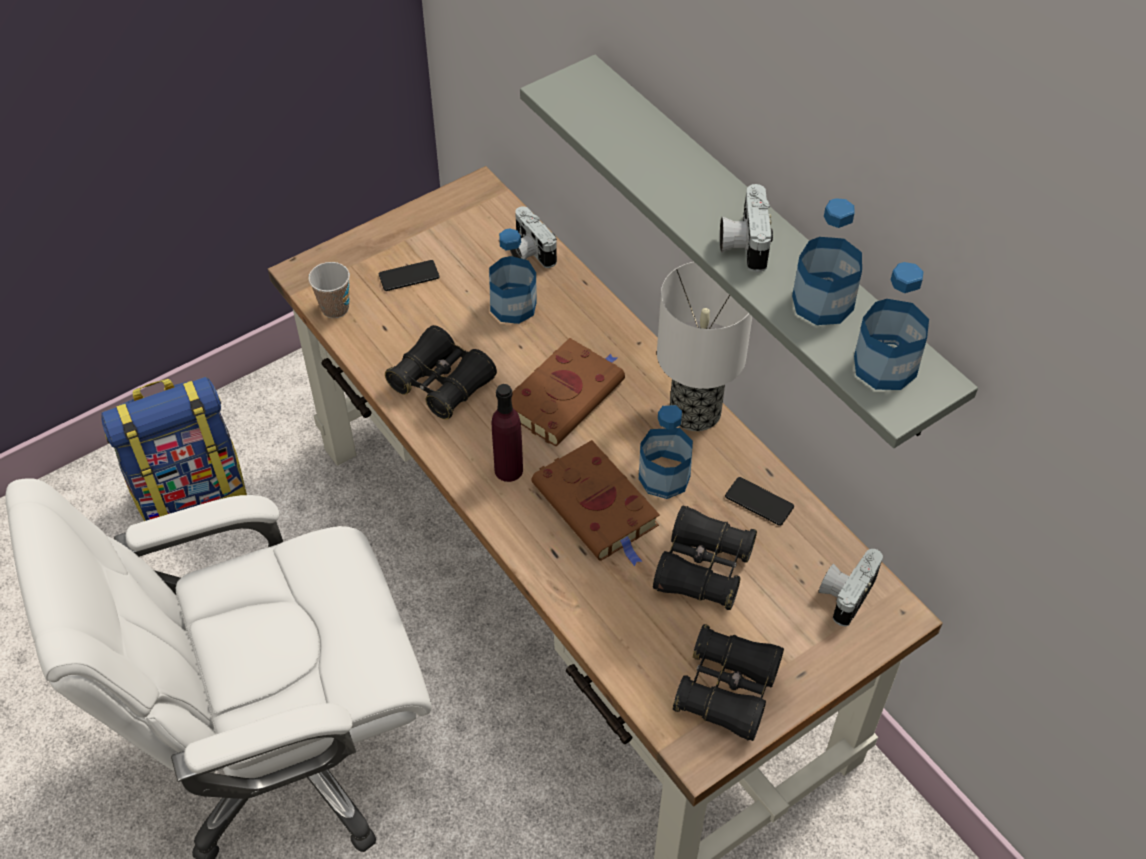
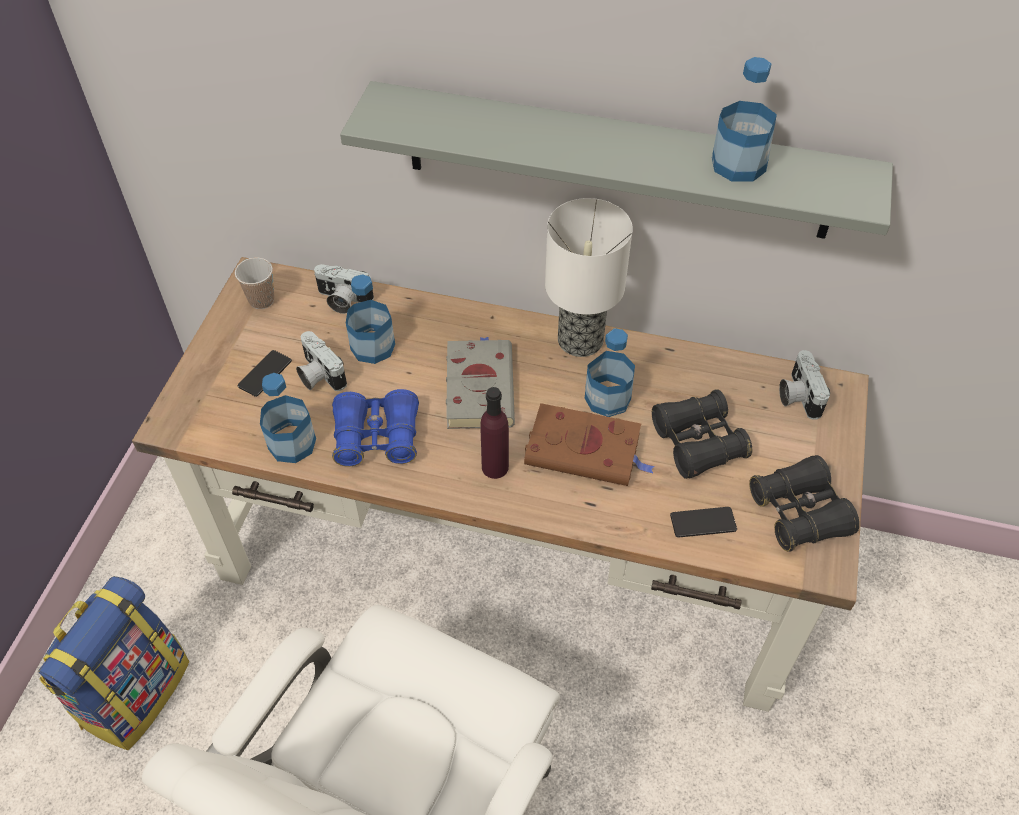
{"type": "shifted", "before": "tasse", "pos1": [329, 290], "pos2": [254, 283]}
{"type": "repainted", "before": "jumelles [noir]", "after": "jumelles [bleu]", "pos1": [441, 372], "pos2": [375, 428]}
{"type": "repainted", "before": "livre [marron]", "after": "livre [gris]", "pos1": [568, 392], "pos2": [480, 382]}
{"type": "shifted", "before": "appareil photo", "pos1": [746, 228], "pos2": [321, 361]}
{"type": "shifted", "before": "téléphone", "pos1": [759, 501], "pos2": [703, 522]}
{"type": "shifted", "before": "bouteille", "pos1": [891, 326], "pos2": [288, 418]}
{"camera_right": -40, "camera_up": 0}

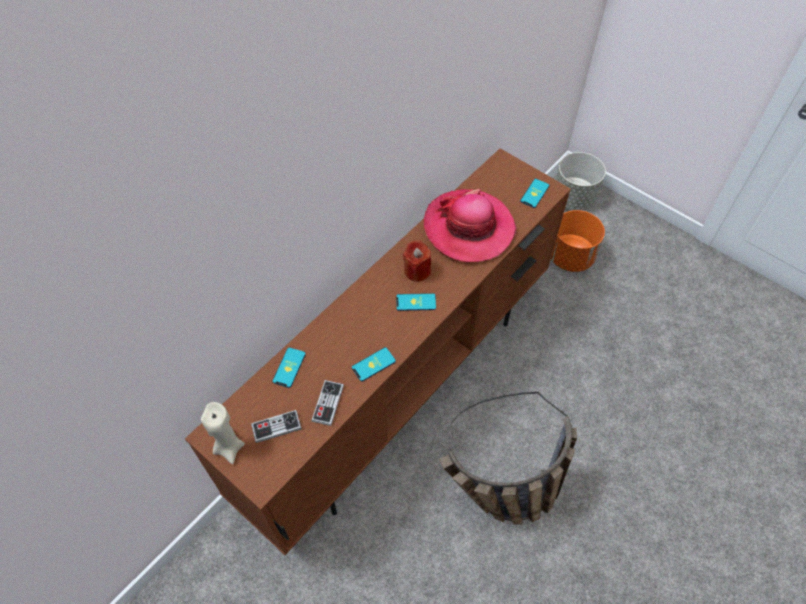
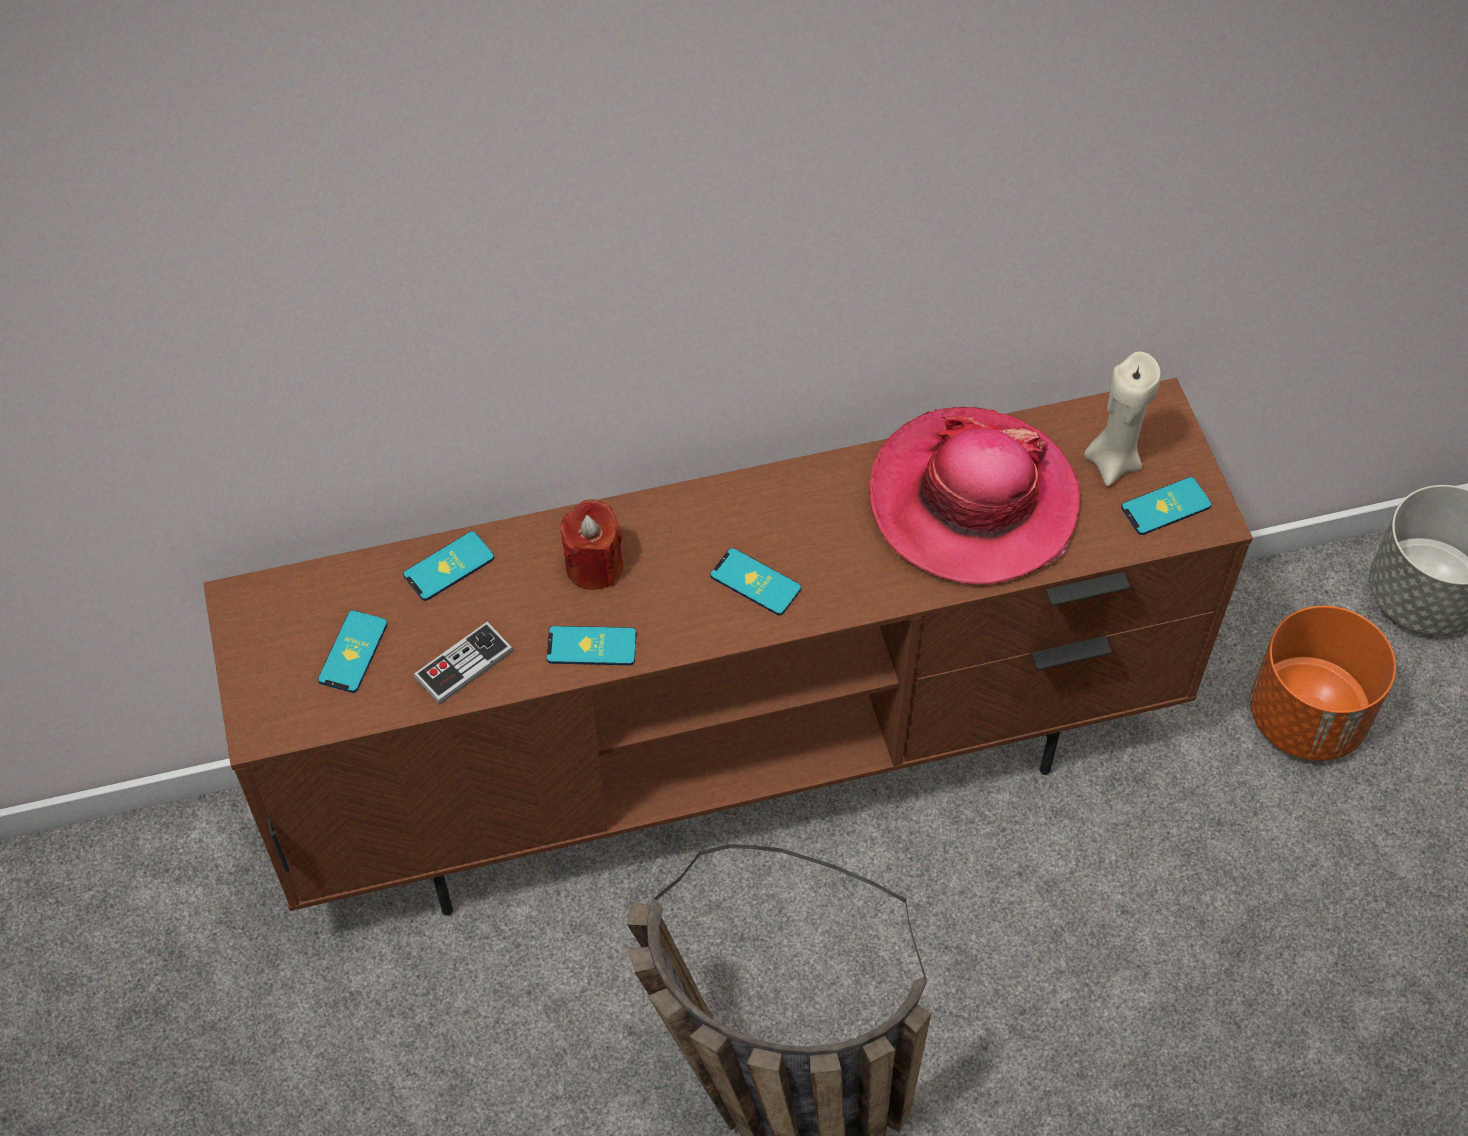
{"type": "shifted", "before": "bougie [beige]", "pos1": [223, 433], "pos2": [1122, 418]}
{"type": "swapped", "before": "manette", "after": "téléphone", "pos1": [276, 426], "pos2": [353, 651]}
{"type": "shifted", "before": "bougie [rouge]", "pos1": [417, 261], "pos2": [591, 544]}
{"camera_right": 35, "camera_up": 0}

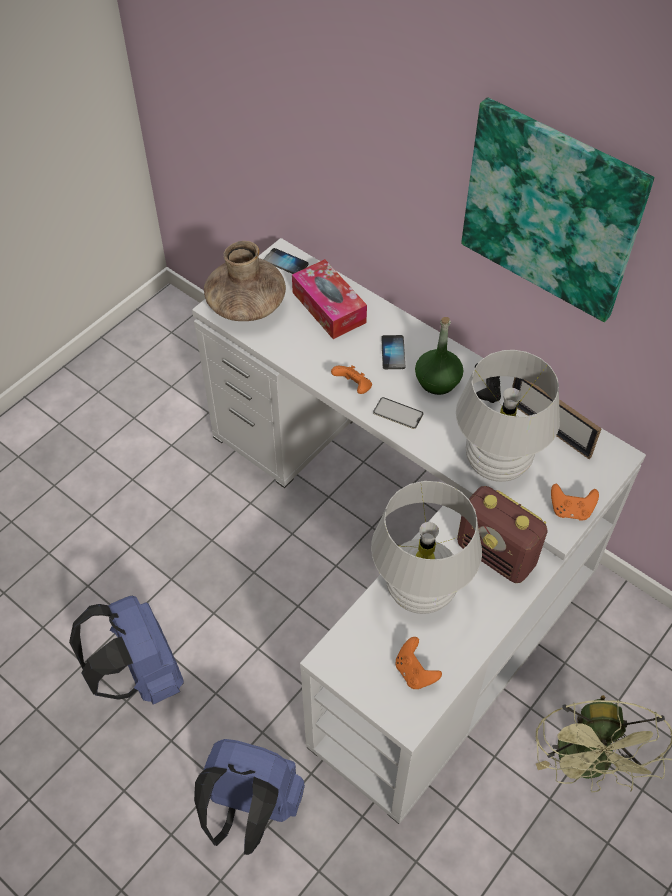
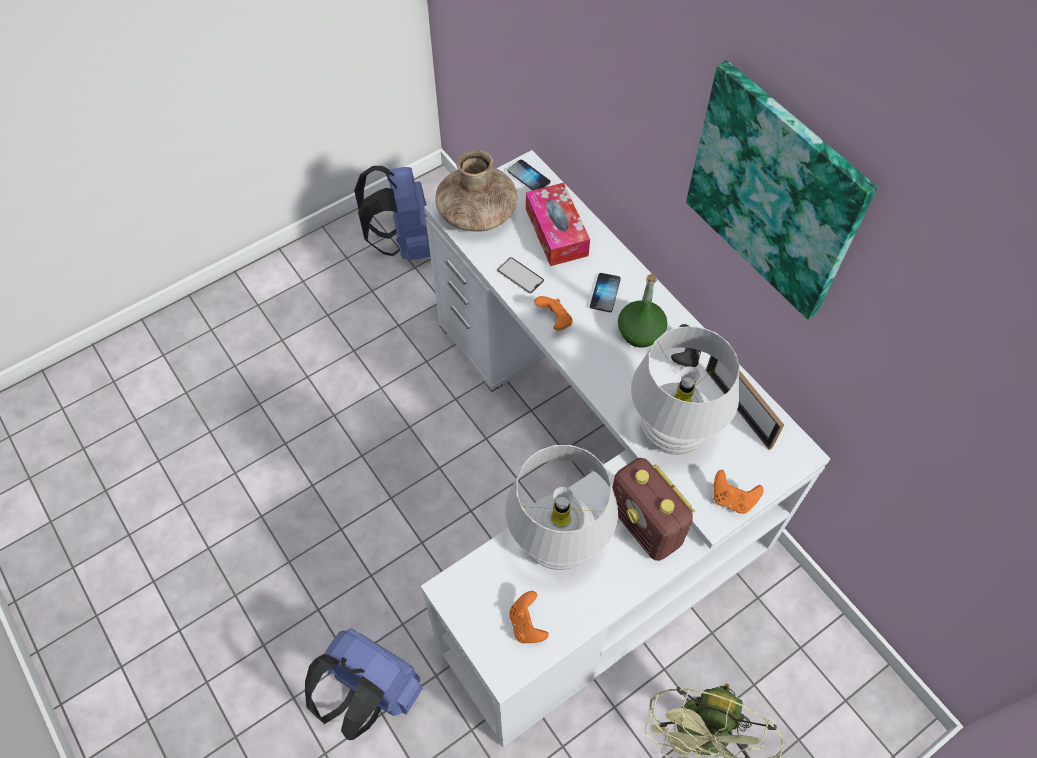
{"type": "shifted", "before": "sac à dos [bleu]", "pos1": [126, 650], "pos2": [392, 213]}
{"type": "shifted", "before": "téléphone", "pos1": [398, 413], "pos2": [520, 275]}
{"camera_right": 15, "camera_up": 5}

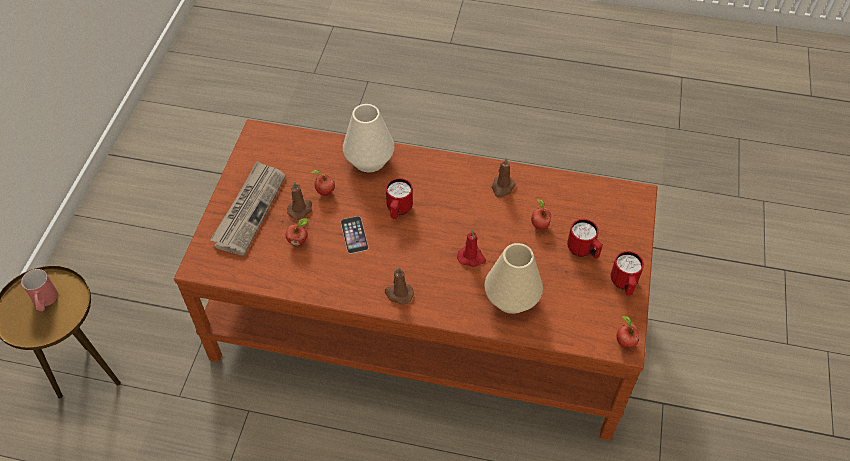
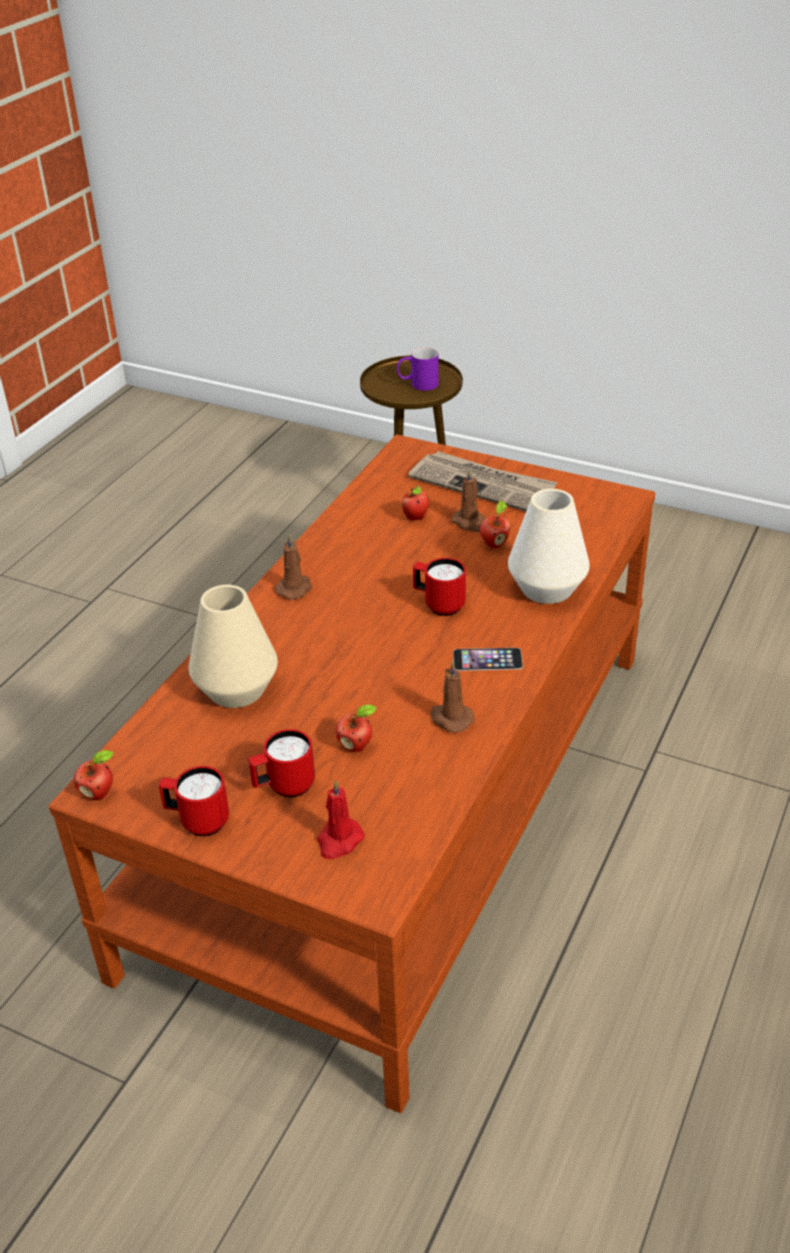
{"type": "repainted", "before": "mug [rouge]", "after": "mug [violet]", "pos1": [39, 290], "pos2": [418, 369]}
{"type": "shifted", "before": "téléphone", "pos1": [354, 235], "pos2": [488, 659]}
{"type": "shifted", "before": "bougie [rouge]", "pos1": [471, 248], "pos2": [340, 819]}
{"camera_right": 105, "camera_up": -15}

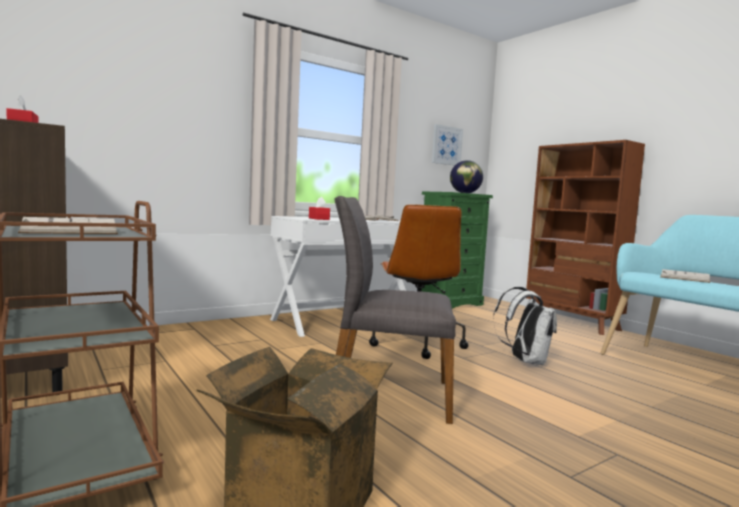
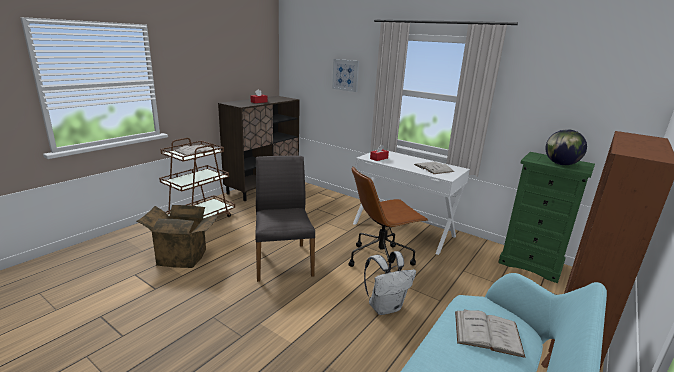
{"type": "shifted", "before": "tableau", "pos1": [447, 144], "pos2": [345, 75]}
{"camera_right": 70, "camera_up": 15}

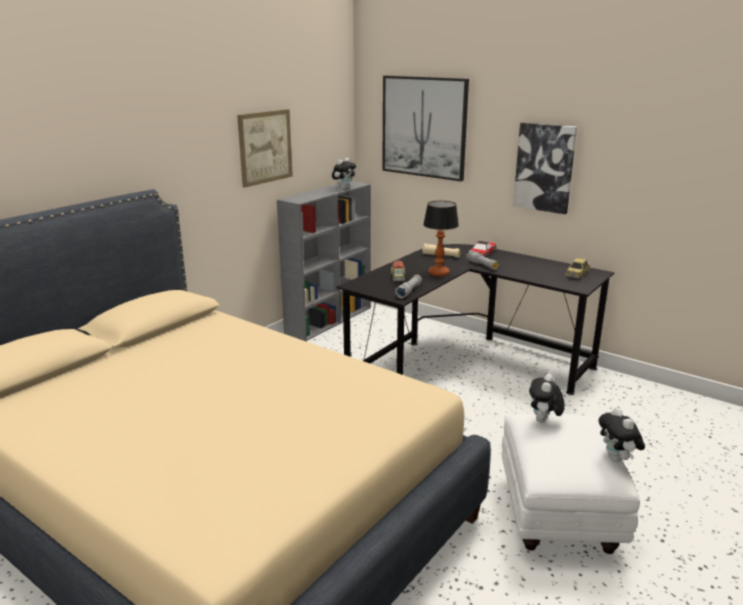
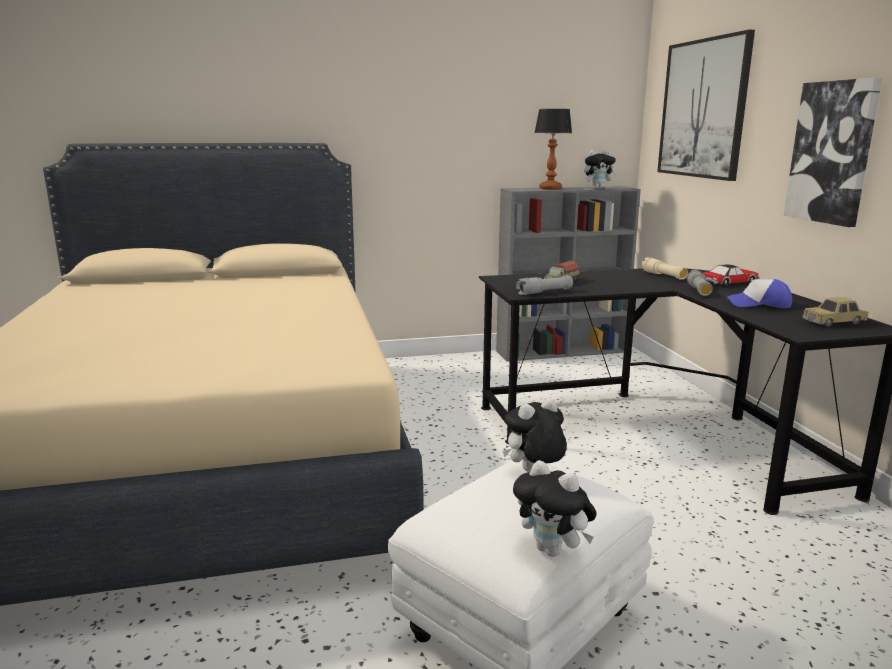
{"type": "gone", "before": "tableau", "pos1": [265, 148]}
{"type": "shifted", "before": "lampe de table", "pos1": [441, 239], "pos2": [553, 149]}
{"type": "rotated", "before": "peluche", "pos1": [621, 435], "pos2": [555, 508], "turn": -75}
{"type": "new", "after": "casquette", "pos2": [759, 293]}
{"camera_right": 40, "camera_up": -5}

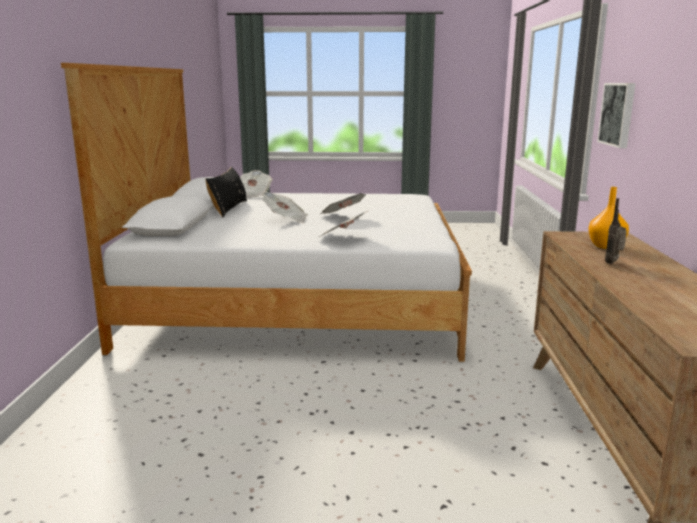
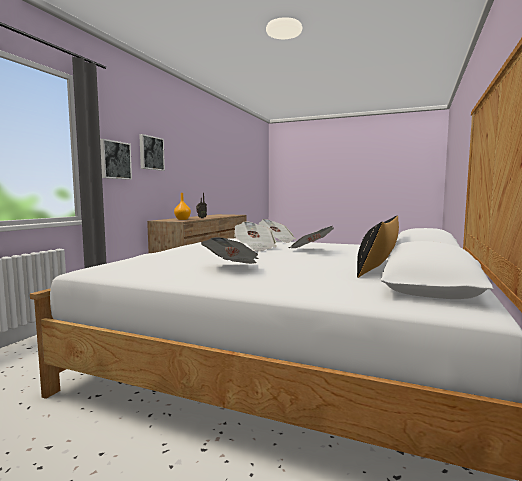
{"type": "shifted", "before": "journal", "pos1": [256, 184], "pos2": [230, 250]}
{"type": "new", "after": "tableau", "pos2": [152, 152]}
{"camera_right": -160, "camera_up": -10}

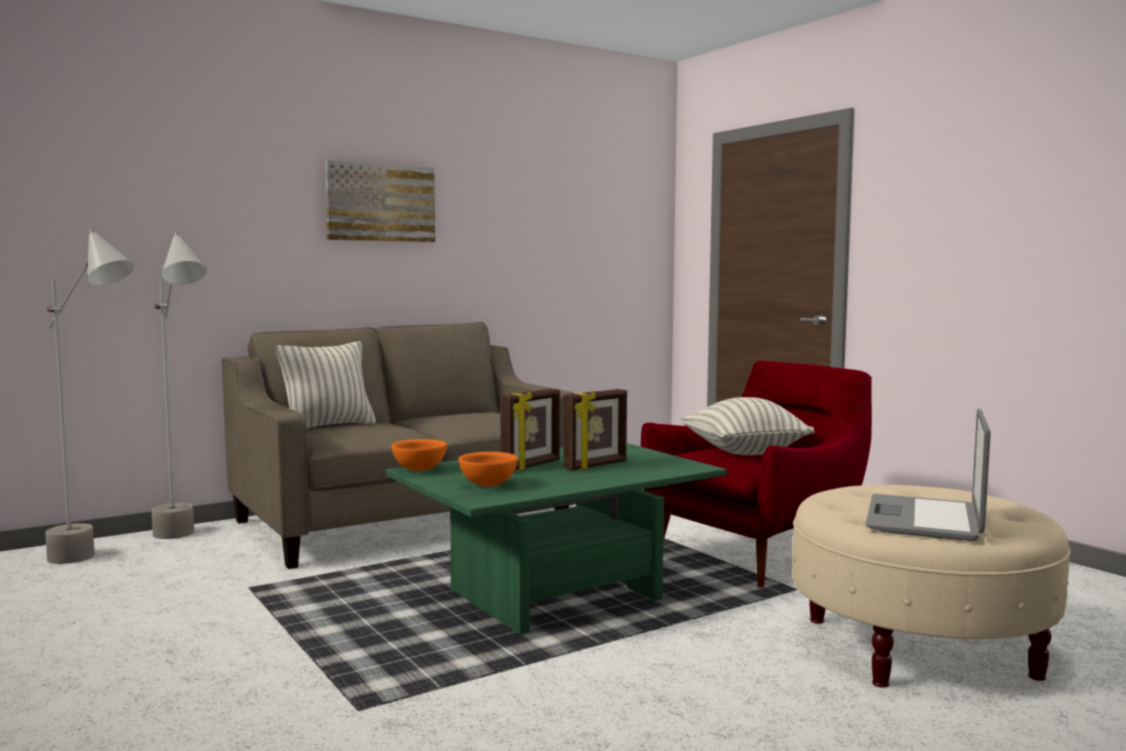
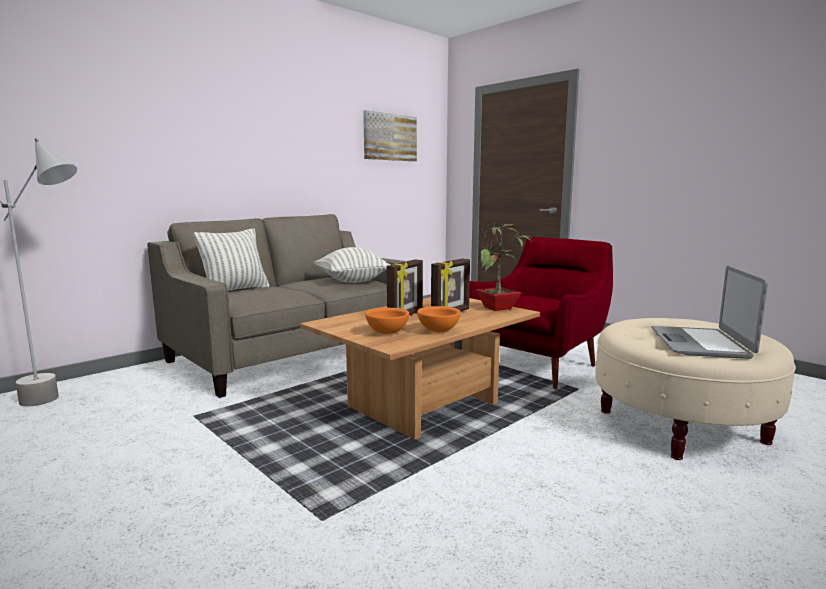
{"type": "gone", "before": "lampadaire [gris]", "pos1": [179, 385]}
{"type": "shifted", "before": "tableau", "pos1": [380, 201], "pos2": [390, 135]}
{"type": "repainted", "before": "table basse [vert]", "after": "table basse [marron]", "pos1": [556, 539], "pos2": [420, 368]}
{"type": "shifted", "before": "bol [orange]", "pos1": [419, 455], "pos2": [439, 319]}
{"type": "shifted", "before": "coussin", "pos1": [748, 426], "pos2": [352, 265]}
{"type": "new", "after": "plante en pot", "pos2": [504, 265]}
{"camera_right": -10, "camera_up": 5}

